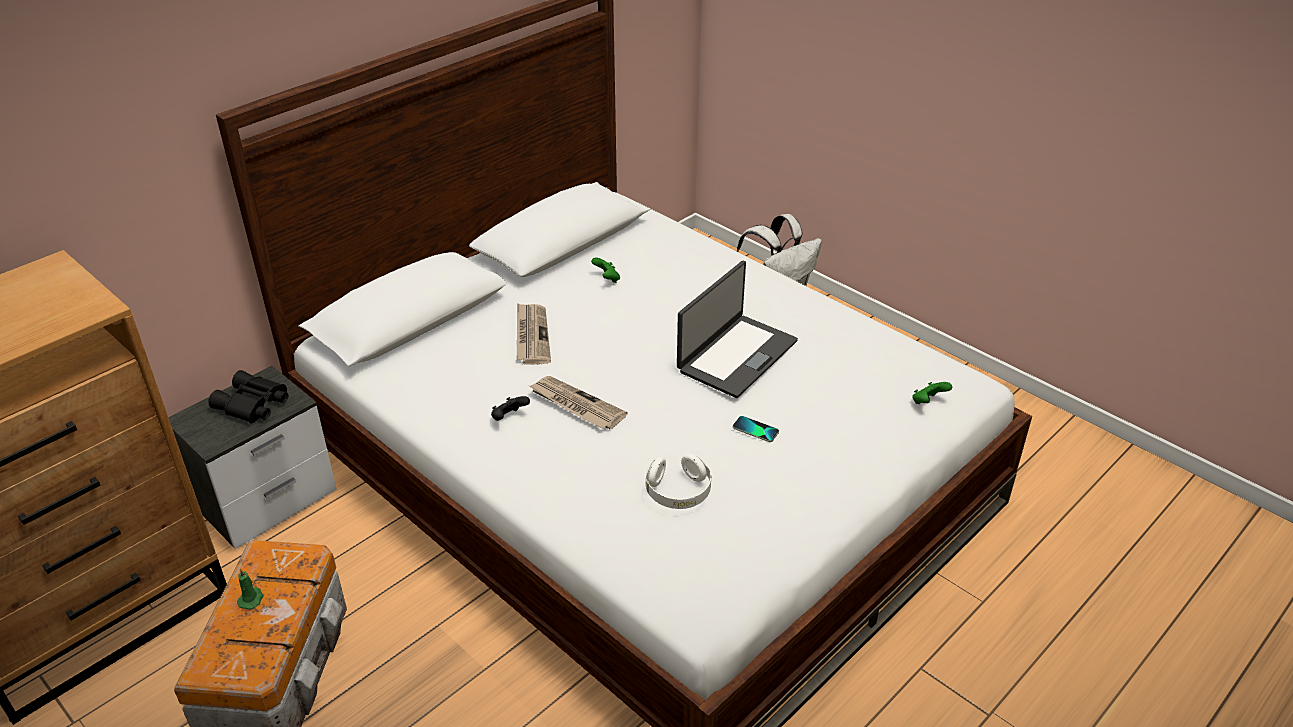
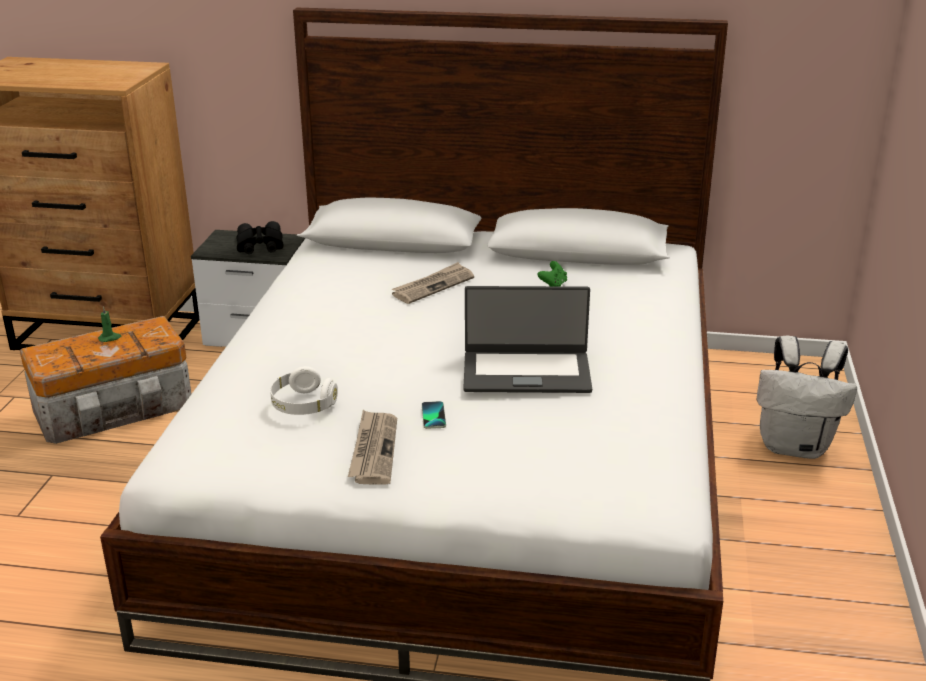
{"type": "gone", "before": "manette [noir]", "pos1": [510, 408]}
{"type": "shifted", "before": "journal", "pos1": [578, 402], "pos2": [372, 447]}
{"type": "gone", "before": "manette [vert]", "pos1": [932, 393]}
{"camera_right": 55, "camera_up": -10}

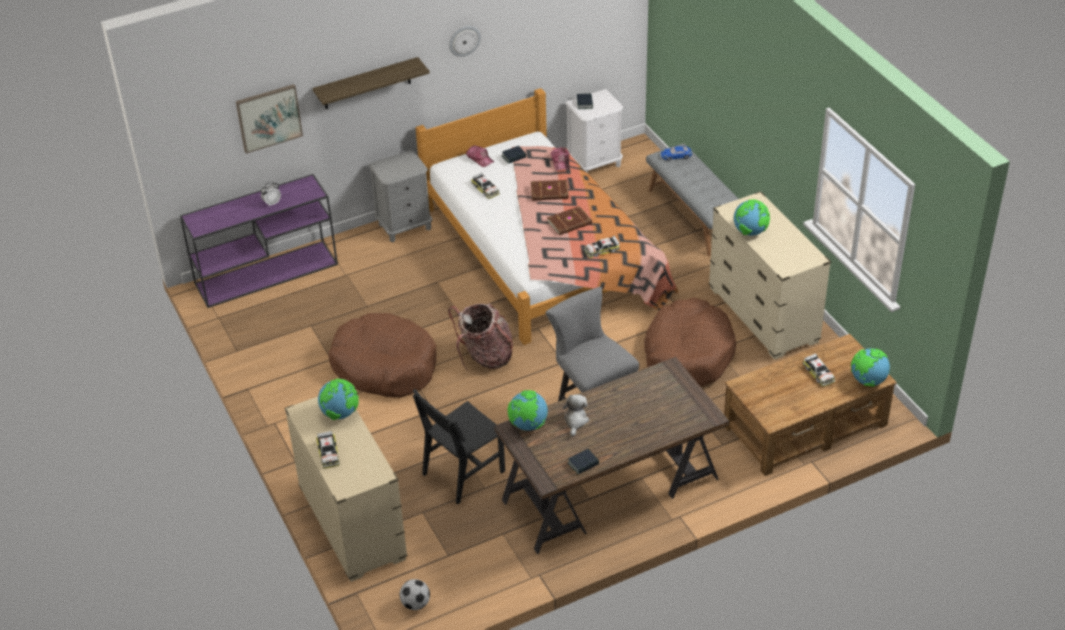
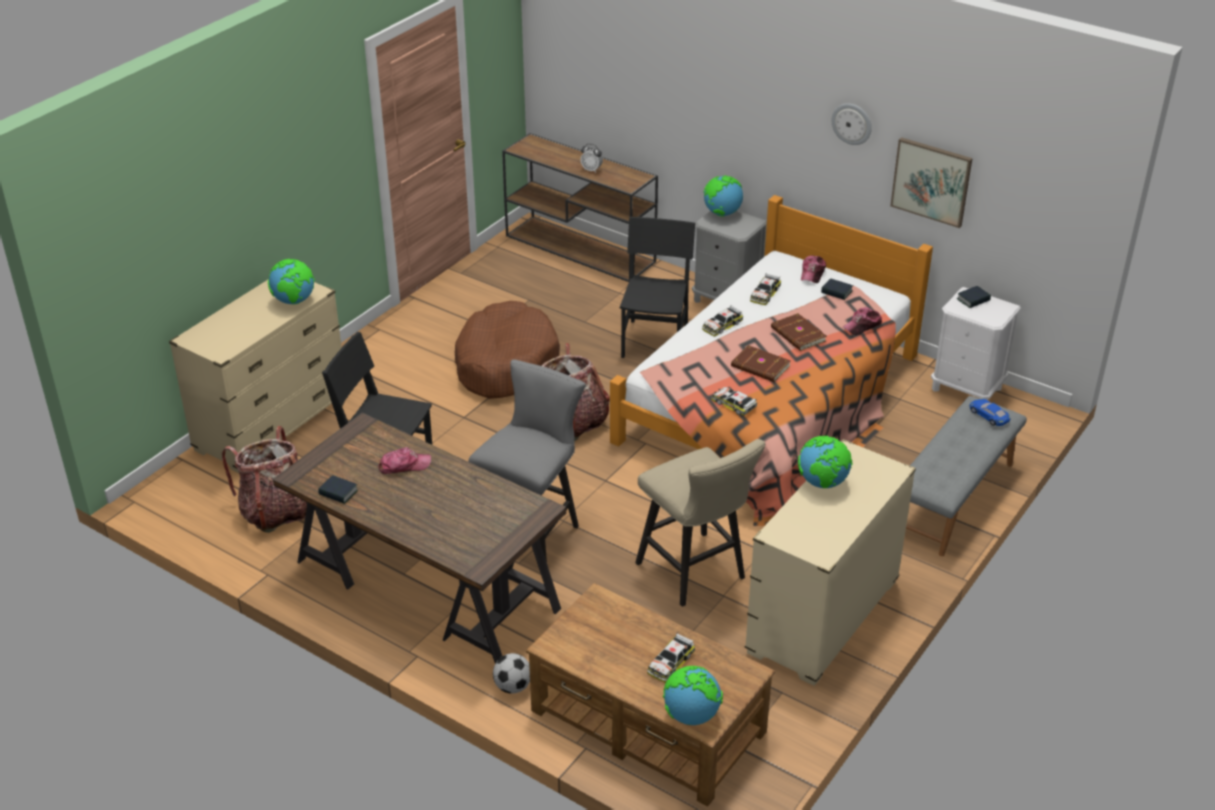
{"type": "repainted", "before": "table console [violet]", "after": "table console [marron]", "pos1": [259, 241], "pos2": [580, 207]}
{"type": "shifted", "before": "tableau", "pos1": [269, 119], "pos2": [931, 182]}
{"type": "gone", "before": "étagère", "pos1": [371, 83]}
{"type": "shifted", "before": "petite voiture", "pos1": [328, 449], "pos2": [722, 320]}
{"type": "shifted", "before": "ballon de foot", "pos1": [415, 594], "pos2": [511, 673]}
{"type": "shifted", "before": "globe", "pos1": [528, 410], "pos2": [723, 196]}
{"type": "swapped", "before": "peluche", "after": "casquette", "pos1": [576, 415], "pos2": [404, 460]}
{"type": "swapped", "before": "panier pour chien [marron]", "after": "tabouret [beige]", "pos1": [690, 342], "pos2": [700, 523]}
{"type": "new", "after": "sac à dos", "pos2": [264, 479]}
{"type": "new", "after": "chaise [noir]", "pos2": [657, 287]}
{"camera_right": 60, "camera_up": -5}

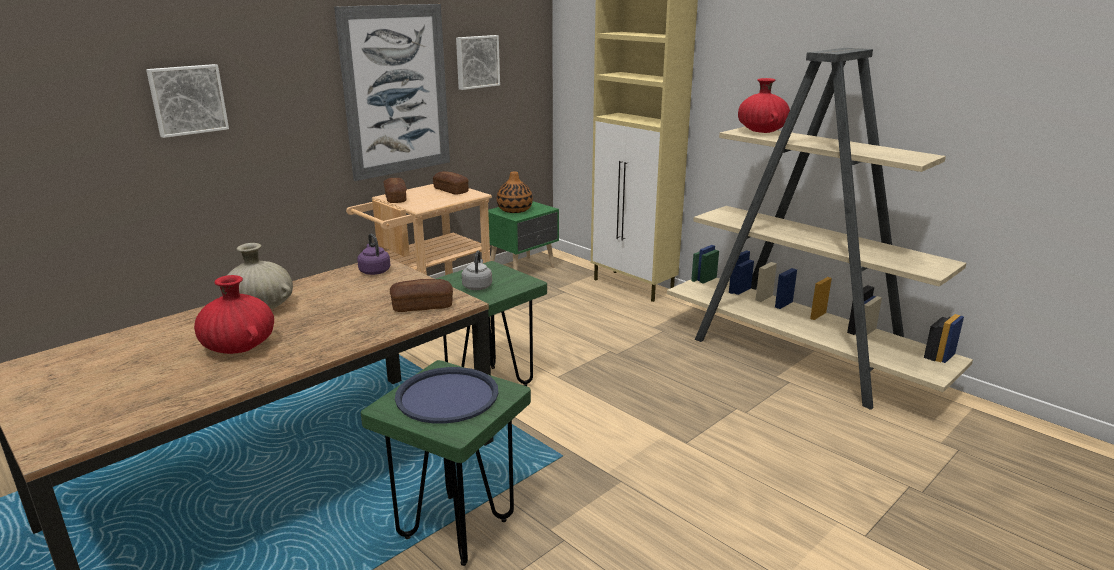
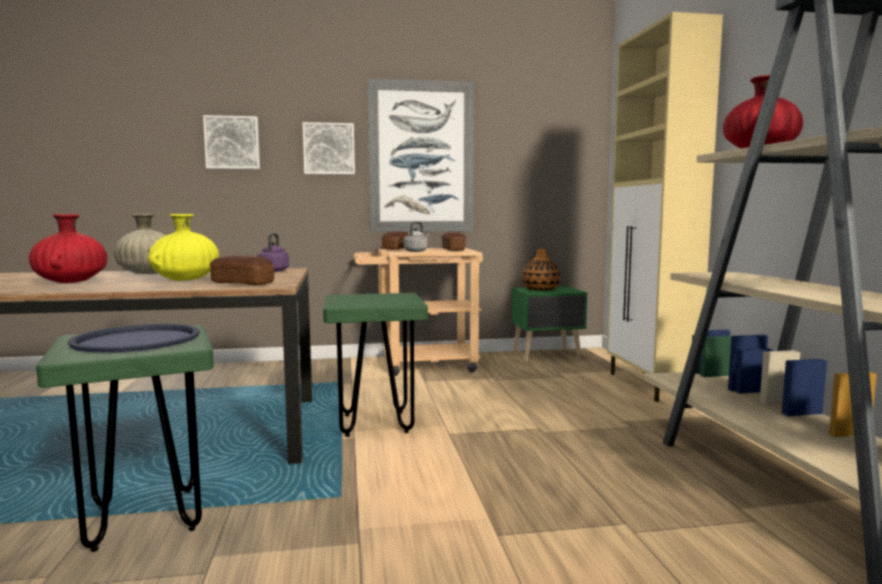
{"type": "shifted", "before": "tableau", "pos1": [478, 62], "pos2": [329, 148]}
{"type": "shifted", "before": "bouilloire [gris]", "pos1": [477, 270], "pos2": [416, 236]}
{"type": "new", "after": "vase [jaune]", "pos2": [183, 247]}
{"camera_right": 35, "camera_up": -15}

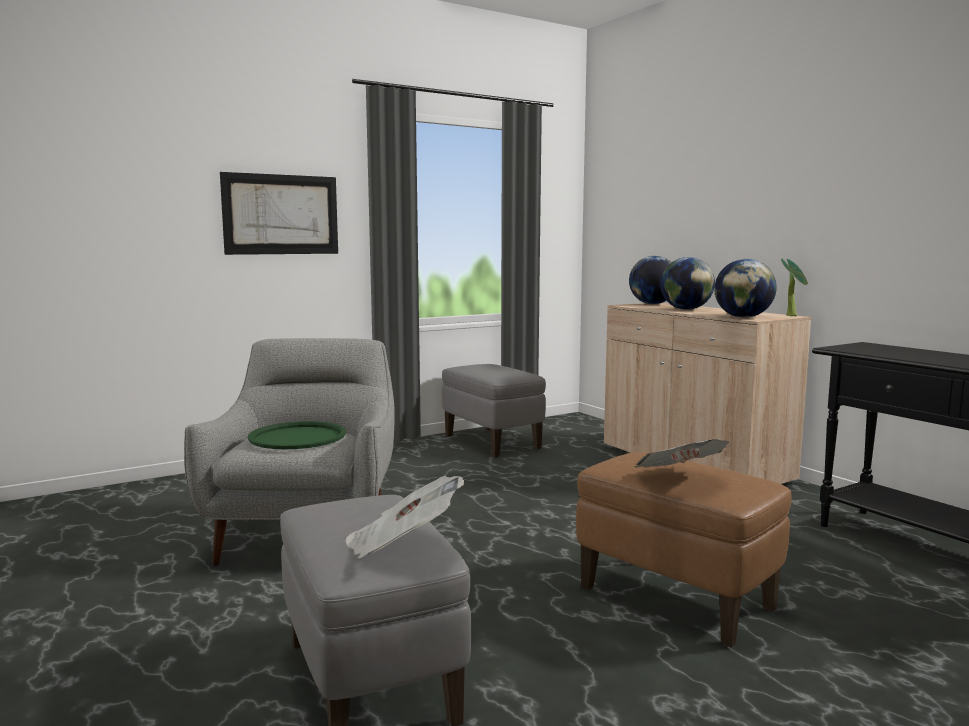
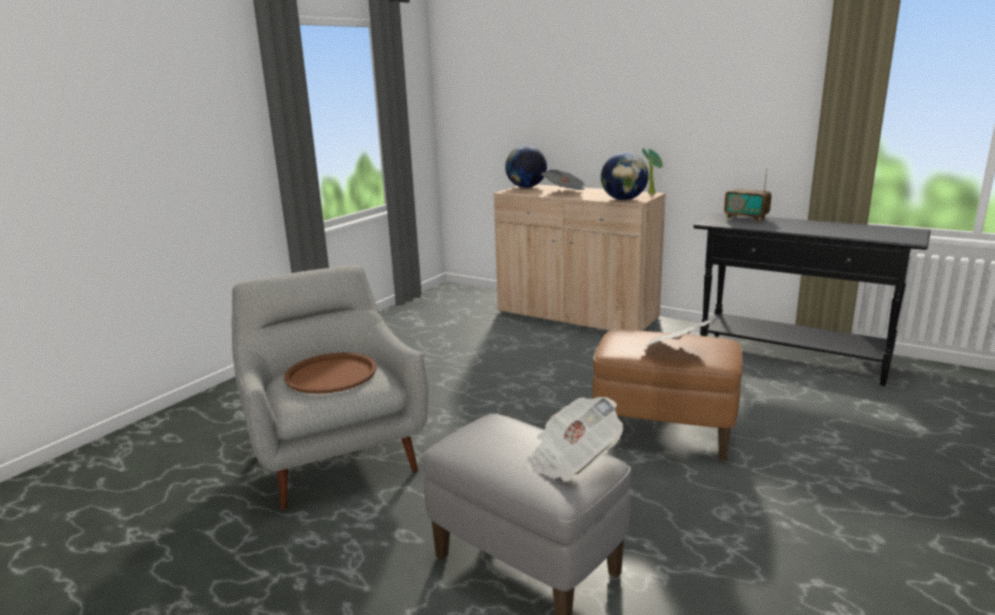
{"type": "gone", "before": "tableau", "pos1": [279, 213]}
{"type": "repainted", "before": "plateau [vert]", "after": "plateau [marron]", "pos1": [297, 435], "pos2": [330, 373]}
{"type": "gone", "before": "pouf [gris]", "pos1": [494, 410]}
{"type": "swapped", "before": "globe", "after": "journal", "pos1": [687, 283], "pos2": [563, 180]}
{"type": "new", "after": "radio", "pos2": [748, 195]}
{"camera_right": -25, "camera_up": 10}

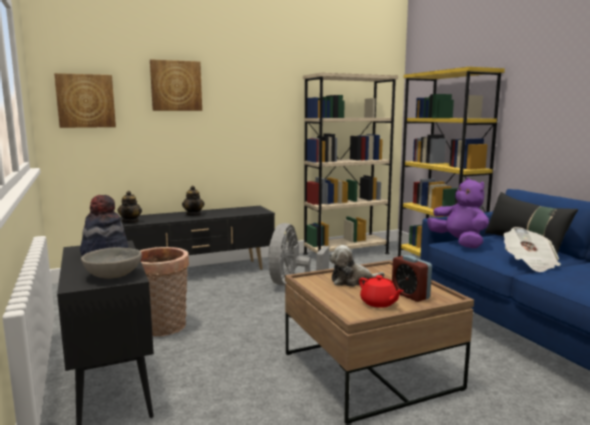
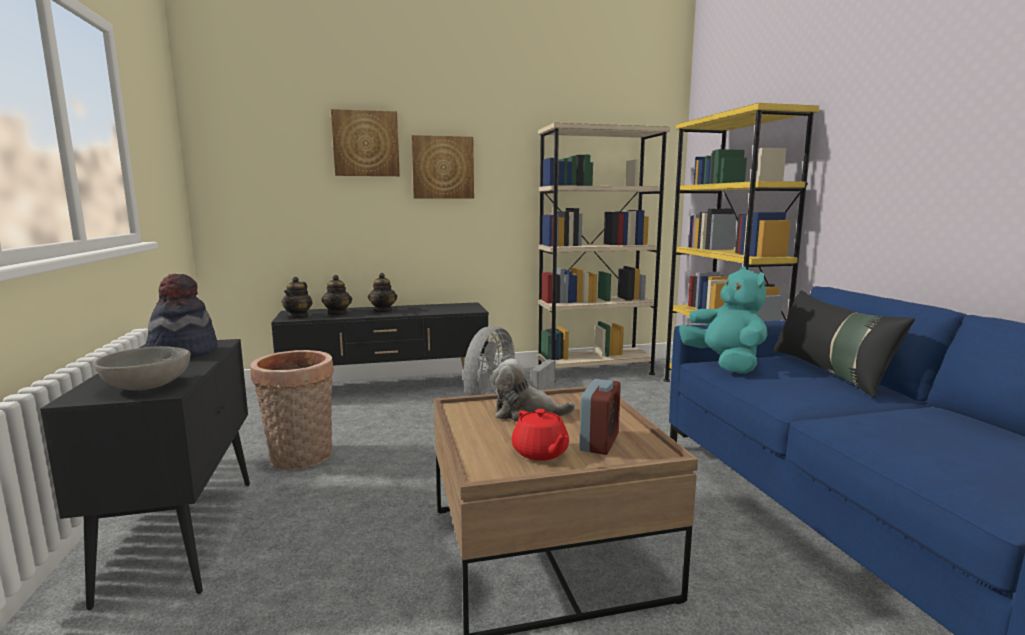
{"type": "shifted", "before": "tableau", "pos1": [85, 100], "pos2": [442, 167]}
{"type": "rotated", "before": "réveil", "pos1": [412, 278], "pos2": [600, 417], "turn": -135}
{"type": "repainted", "before": "peluche [violet]", "after": "peluche [turquoise]", "pos1": [458, 213], "pos2": [723, 320]}
{"type": "gone", "before": "journal", "pos1": [532, 249]}
{"type": "new", "after": "théière", "pos2": [336, 295]}
{"camera_right": 10, "camera_up": 0}

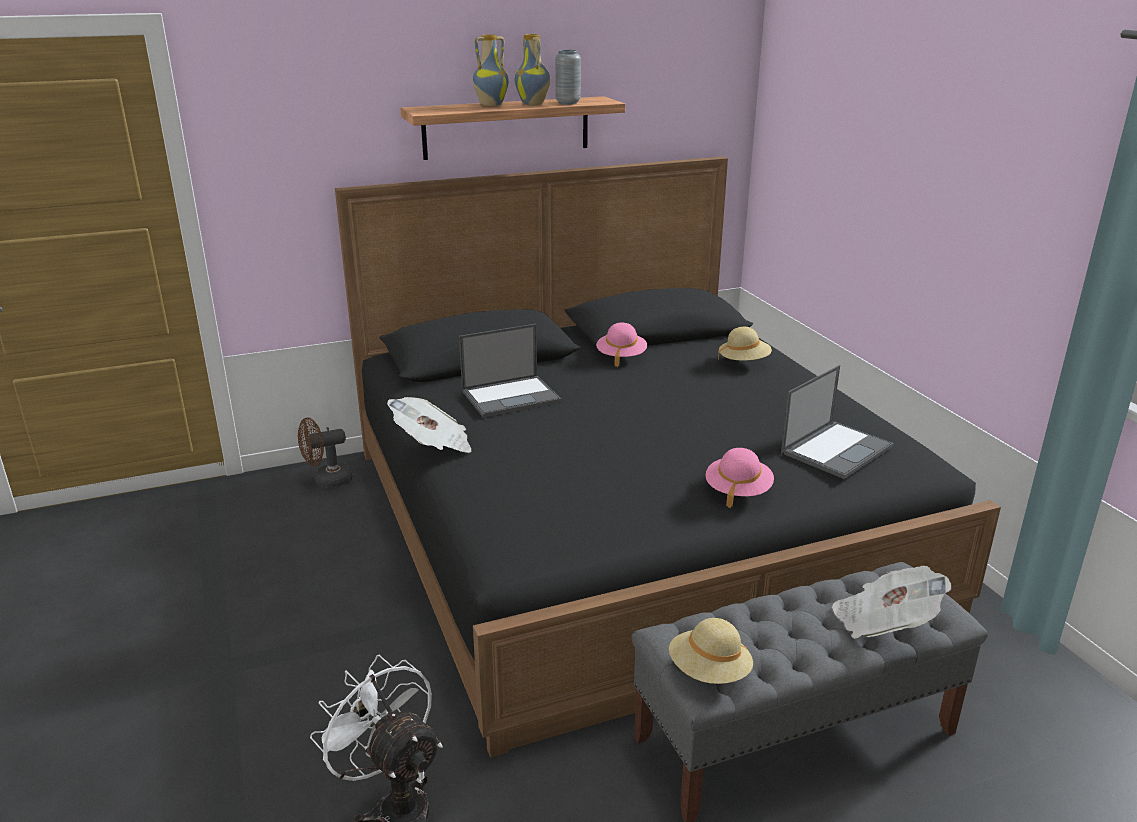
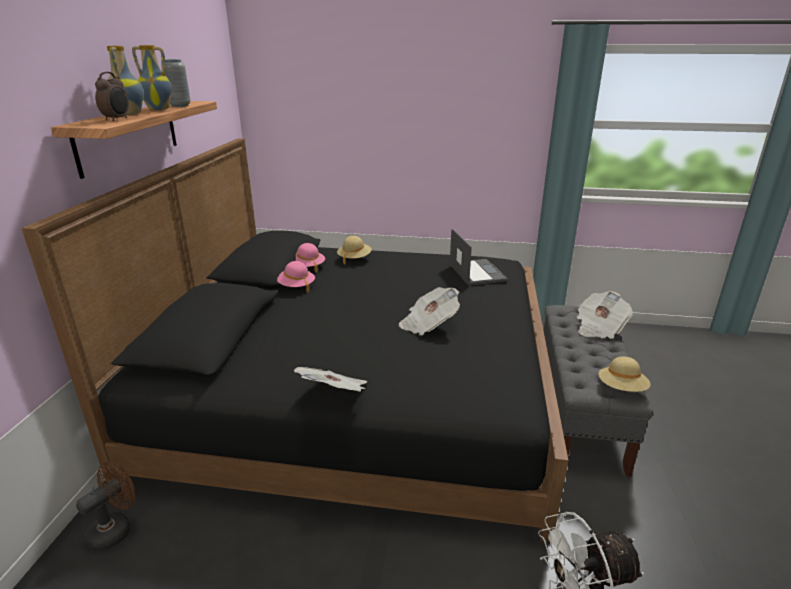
{"type": "rotated", "before": "ventilateur [marron]", "pos1": [325, 452], "pos2": [105, 506], "turn": -150}
{"type": "gone", "before": "ordinateur portable", "pos1": [510, 371]}
{"type": "shifted", "before": "chapeau [rose]", "pos1": [740, 478], "pos2": [310, 258]}
{"type": "new", "after": "réveil", "pos2": [112, 96]}
{"type": "new", "after": "journal", "pos2": [429, 311]}
{"camera_right": -60, "camera_up": 0}

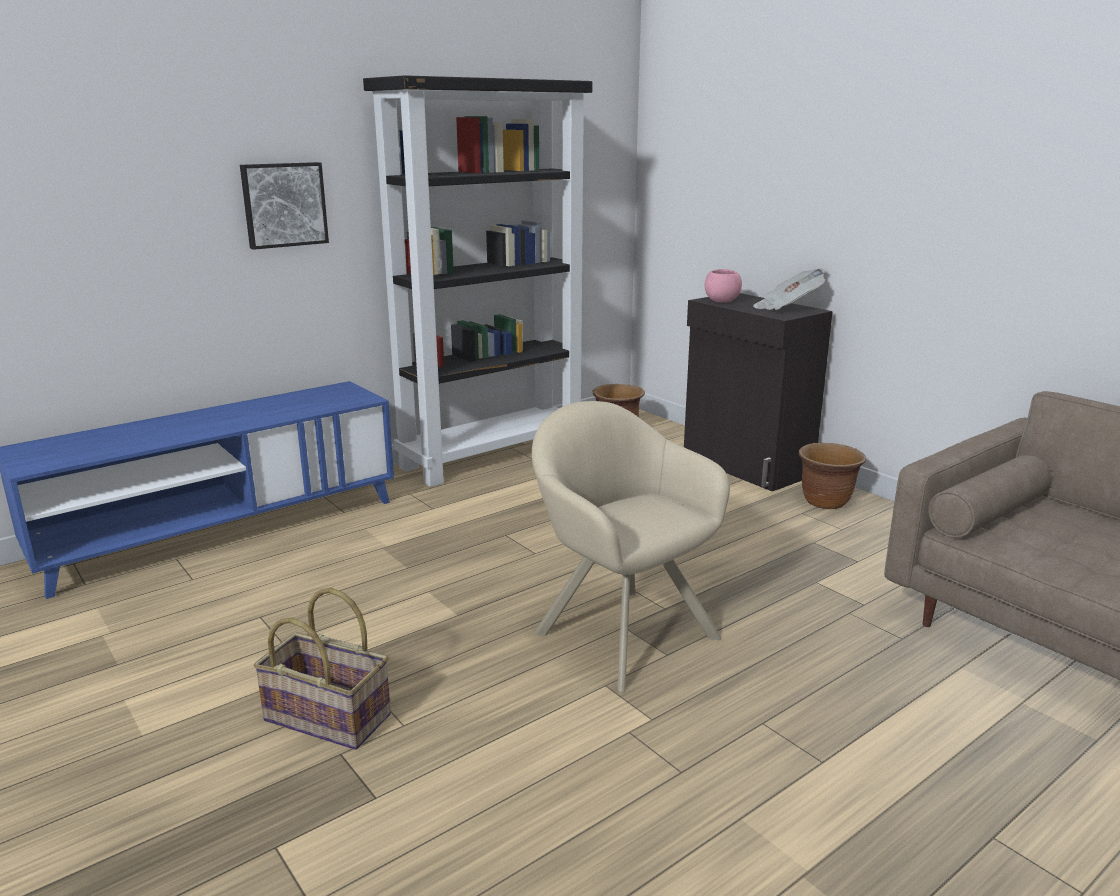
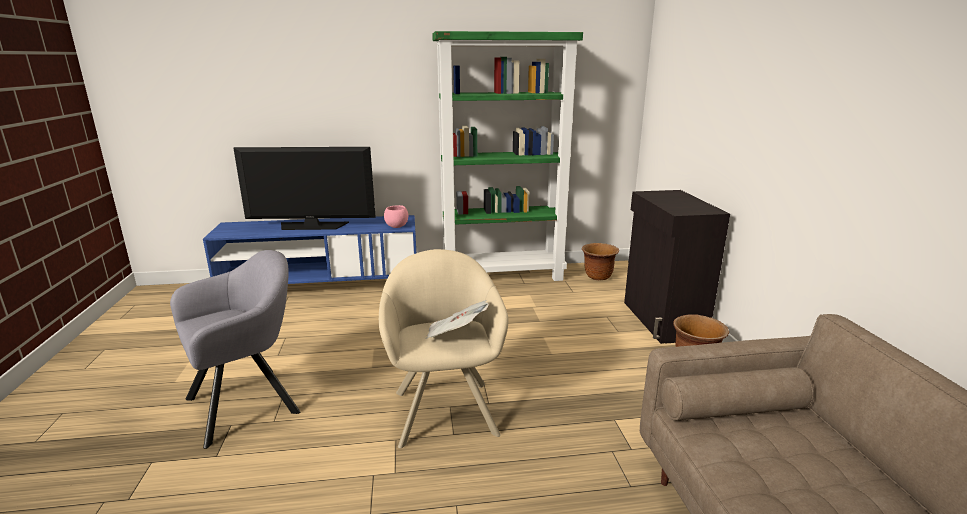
{"type": "gone", "before": "tableau", "pos1": [284, 206]}
{"type": "swapped", "before": "panier", "after": "fauteuil [gris]", "pos1": [322, 669], "pos2": [235, 349]}
{"type": "repainted", "before": "bibliothèque [noir]", "after": "bibliothèque [vert]", "pos1": [478, 281], "pos2": [507, 156]}
{"type": "shifted", "before": "bol [rose]", "pos1": [723, 286], "pos2": [396, 216]}
{"type": "shifted", "before": "journal", "pos1": [789, 289], "pos2": [457, 319]}
{"type": "new", "after": "téléviseur", "pos2": [305, 188]}
{"camera_right": 30, "camera_up": 0}

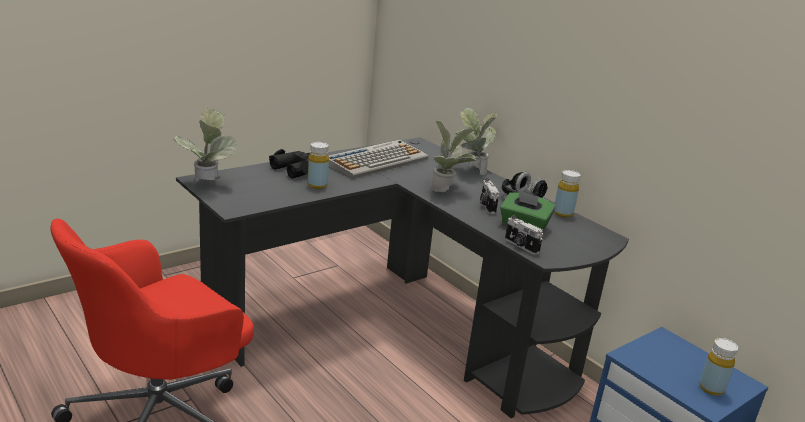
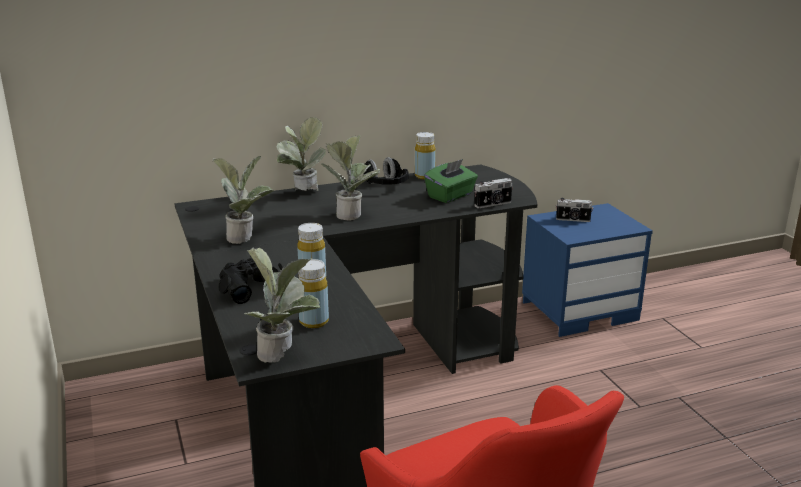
{"type": "swapped", "before": "clavier", "after": "plante en pot", "pos1": [378, 159], "pos2": [243, 200]}
{"type": "shifted", "before": "appareil photo", "pos1": [489, 196], "pos2": [574, 210]}
{"type": "shifted", "before": "bouteille [jaune]", "pos1": [718, 367], "pos2": [313, 293]}
{"camera_right": -70, "camera_up": 0}

